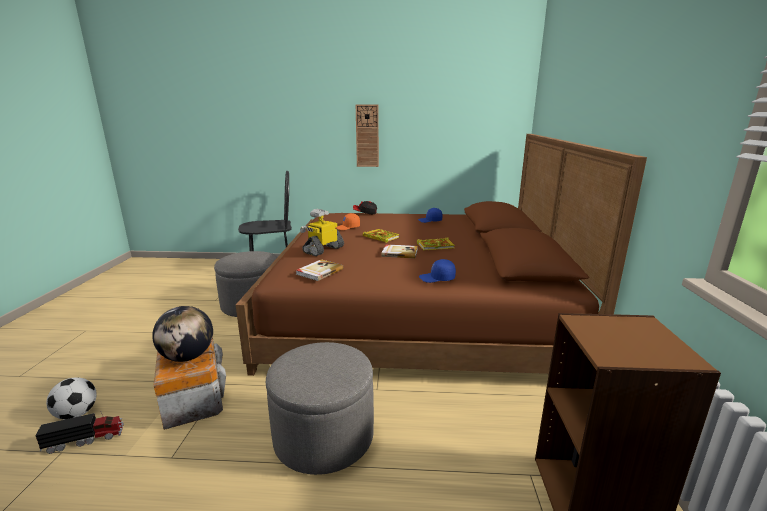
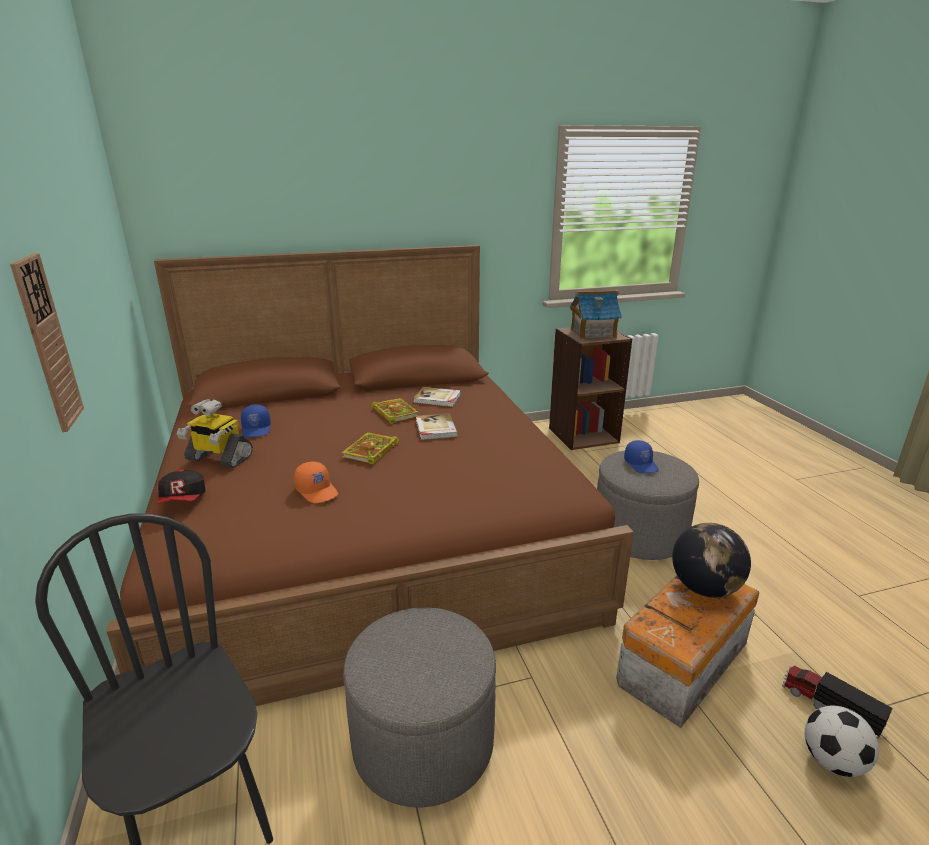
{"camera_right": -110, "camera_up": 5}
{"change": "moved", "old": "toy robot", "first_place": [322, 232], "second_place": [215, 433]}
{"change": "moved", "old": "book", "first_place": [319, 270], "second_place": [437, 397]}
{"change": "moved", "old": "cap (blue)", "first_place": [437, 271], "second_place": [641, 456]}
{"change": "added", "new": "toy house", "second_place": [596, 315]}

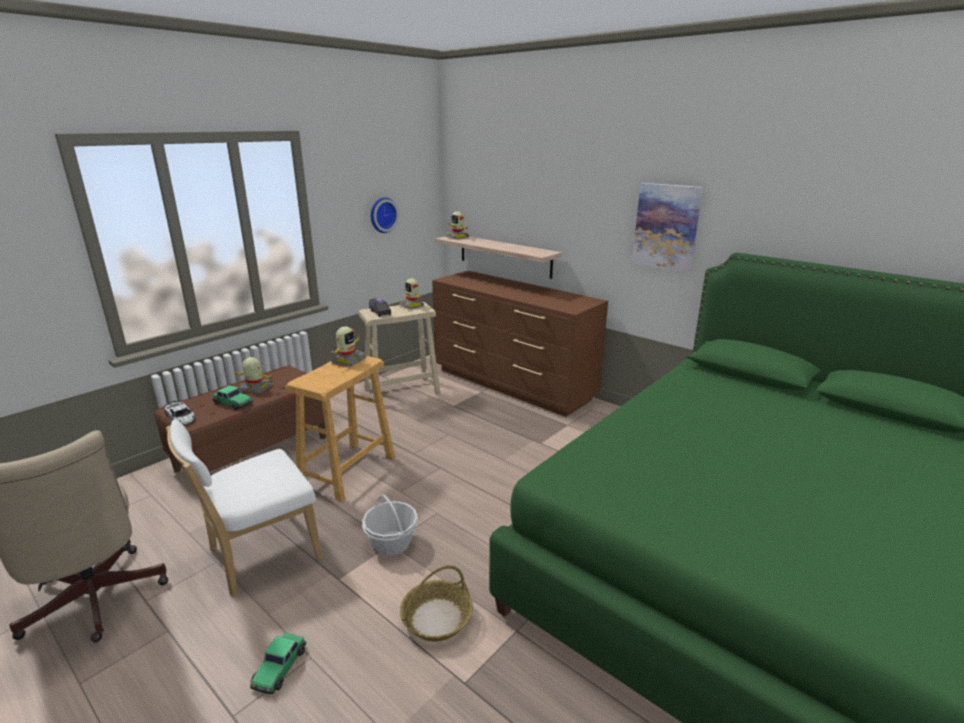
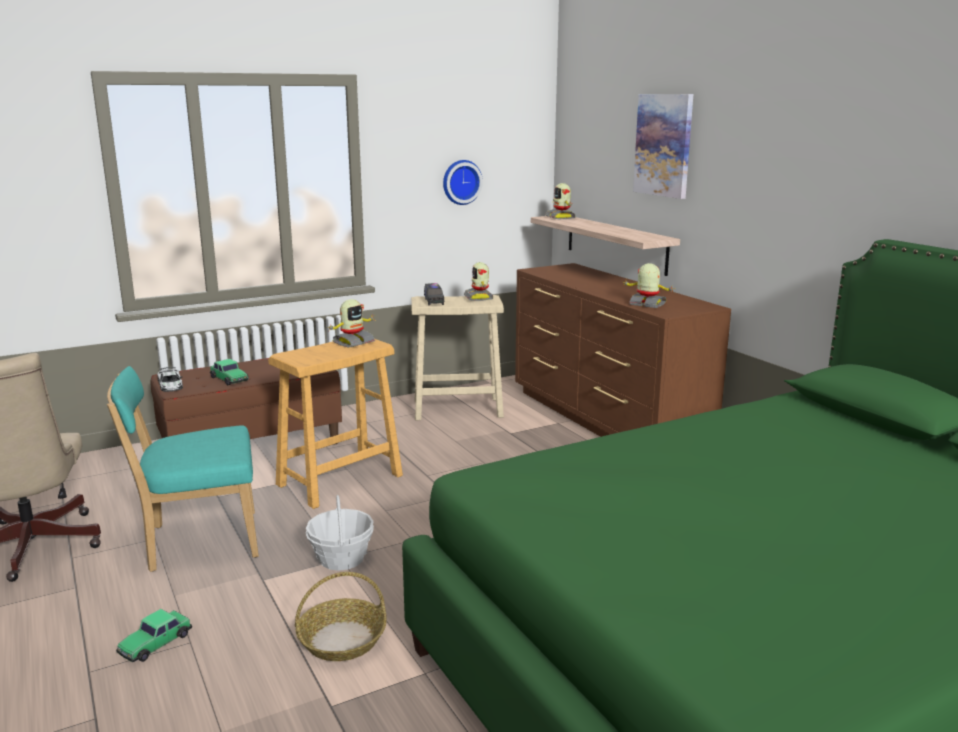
{"camera_right": 20, "camera_up": -5}
{"change": "moved", "old": "picture", "first_place": [667, 228], "second_place": [663, 146]}
{"change": "moved", "old": "toy robot", "first_place": [253, 375], "second_place": [649, 285]}
{"change": "recoloured", "old": "chair (white)", "new": "chair (turquoise)", "first_place": [244, 507], "second_place": [183, 469]}

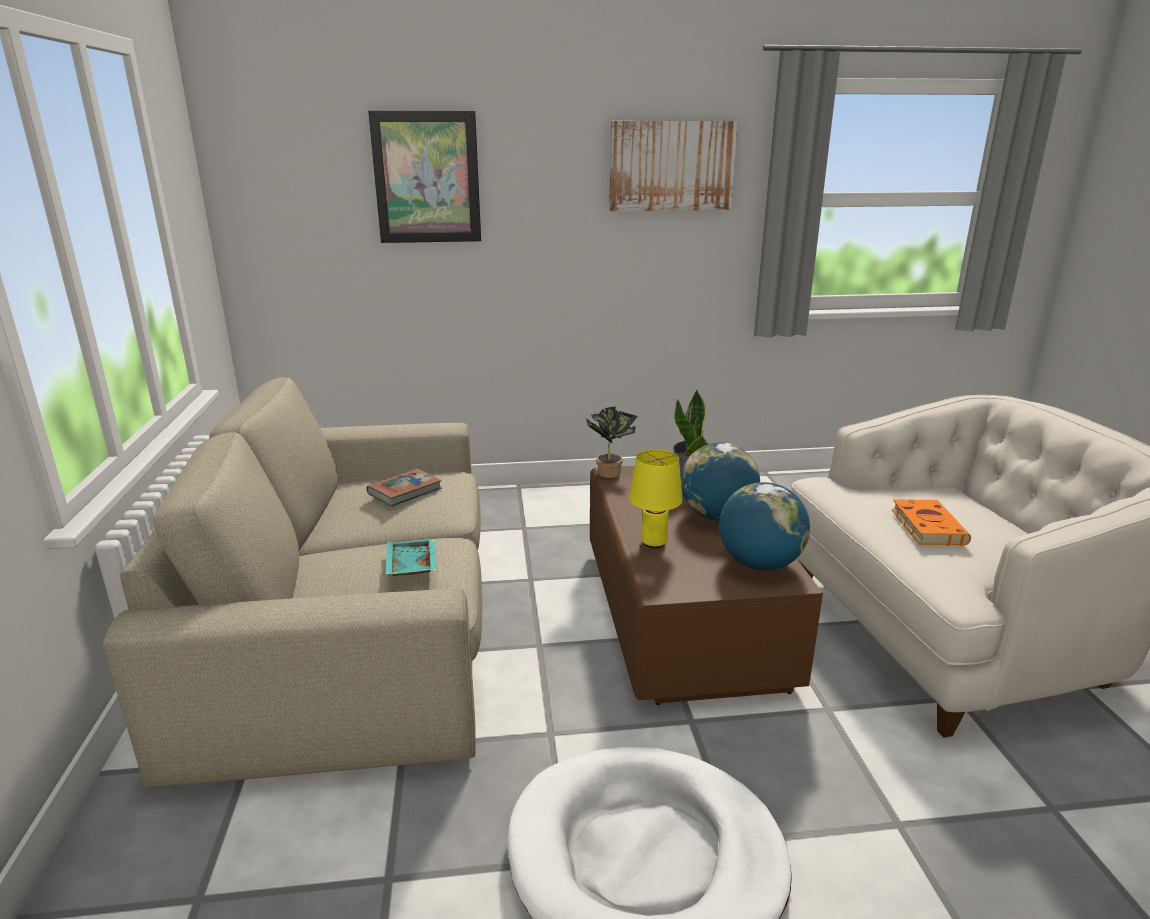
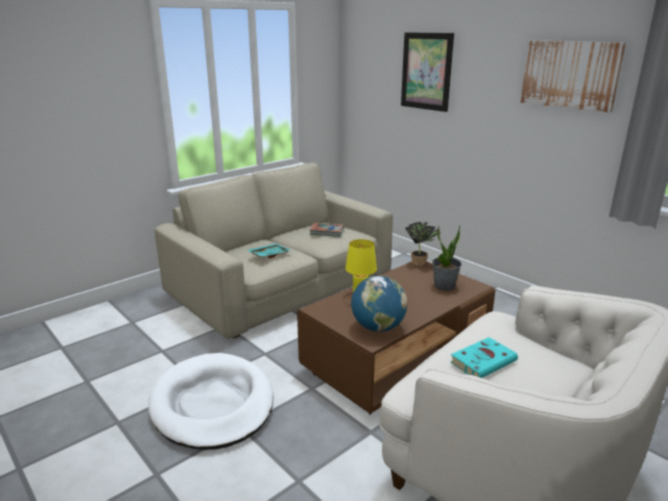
{"camera_right": 55, "camera_up": 0}
{"change": "removed", "old": "globe", "first_place": [720, 481]}
{"change": "recoloured", "old": "book (orange)", "new": "book (turquoise)", "first_place": [931, 522], "second_place": [484, 357]}

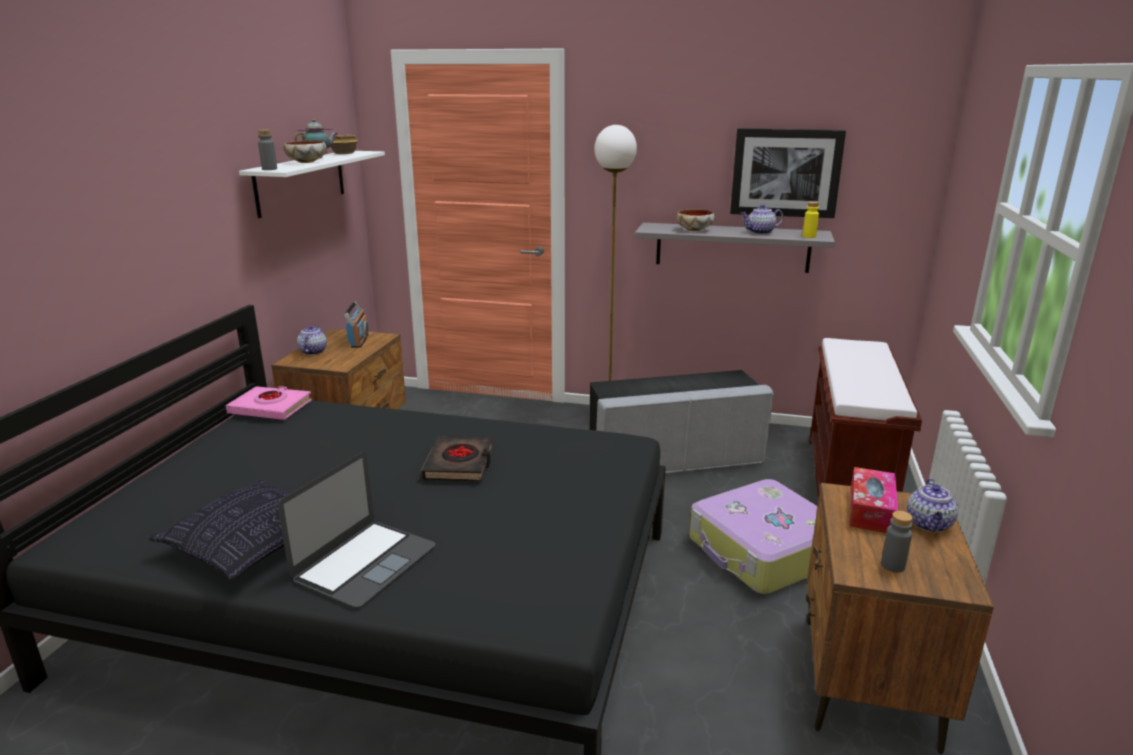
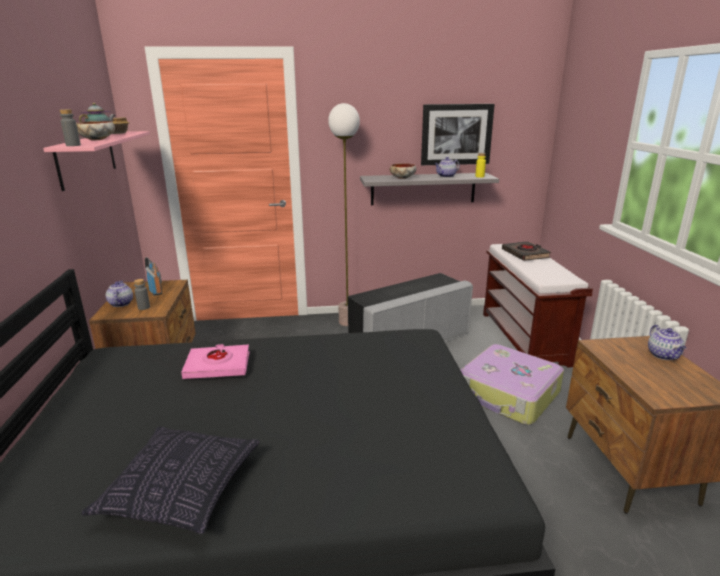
{"camera_right": -20, "camera_up": 0}
{"change": "recoloured", "old": "shelf (white)", "new": "shelf (pink)", "first_place": [312, 184], "second_place": [96, 161]}
{"change": "moved", "old": "book (pink)", "first_place": [269, 403], "second_place": [215, 361]}
{"change": "moved", "old": "book (black)", "first_place": [457, 459], "second_place": [526, 251]}
{"change": "removed", "old": "laptop", "first_place": [357, 530]}
{"change": "removed", "old": "tissue box", "first_place": [874, 500]}
{"change": "moved", "old": "bottle (grey)", "first_place": [897, 542], "second_place": [142, 294]}

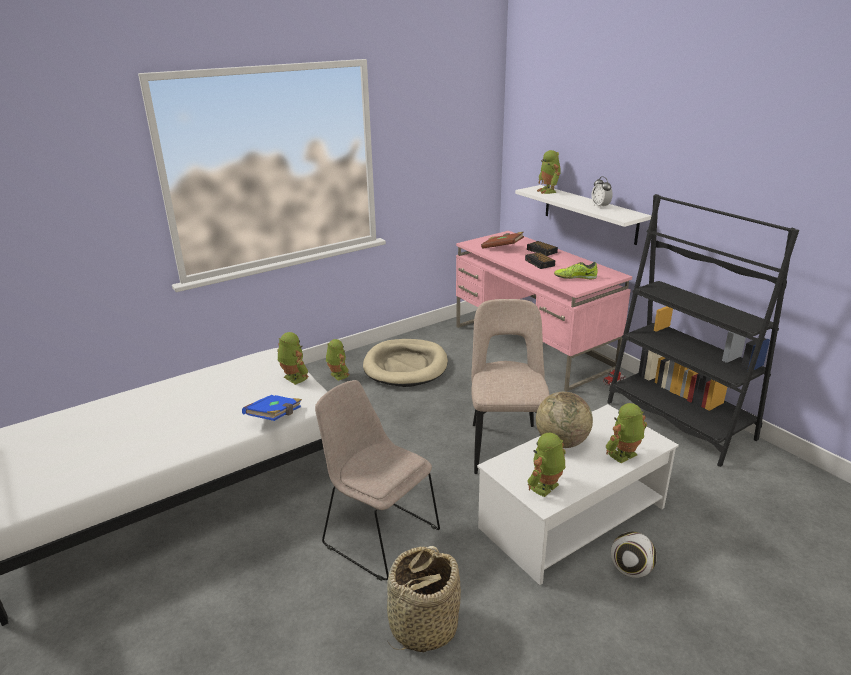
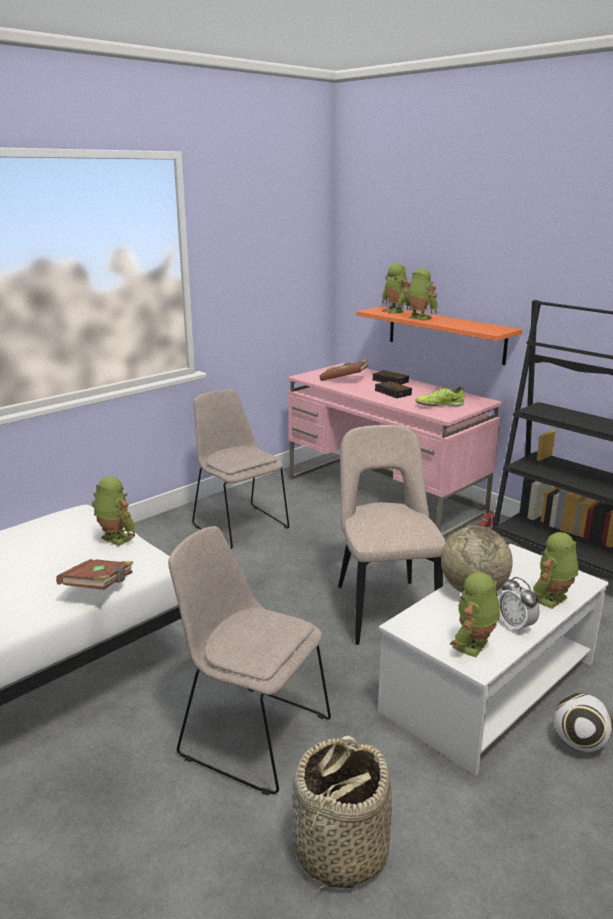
{"camera_right": -10, "camera_up": -5}
{"change": "moved", "old": "alarm clock", "first_place": [602, 192], "second_place": [519, 605]}
{"change": "recoloured", "old": "shelf (white)", "new": "shelf (orange)", "first_place": [583, 215], "second_place": [439, 335]}
{"change": "moved", "old": "toy robot", "first_place": [337, 360], "second_place": [420, 294]}
{"change": "replaced", "old": "dog bed (beige)", "new": "chair (beige)", "first_place": [405, 363], "second_place": [240, 469]}
{"change": "recoloured", "old": "book (blue)", "new": "book (brown)", "first_place": [272, 408], "second_place": [95, 574]}

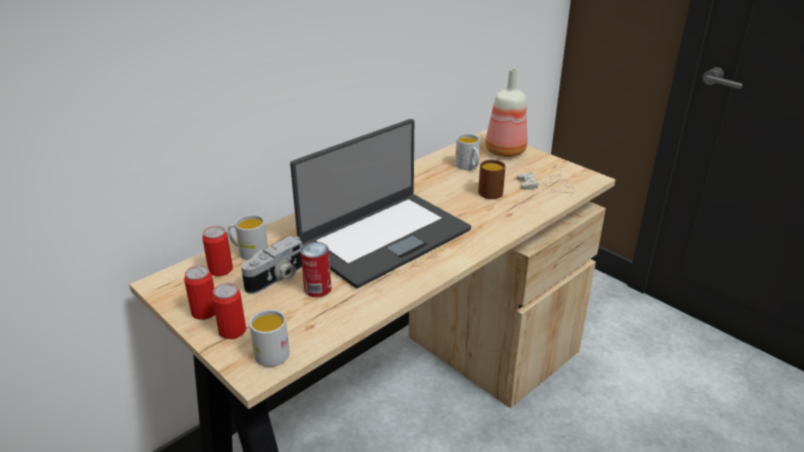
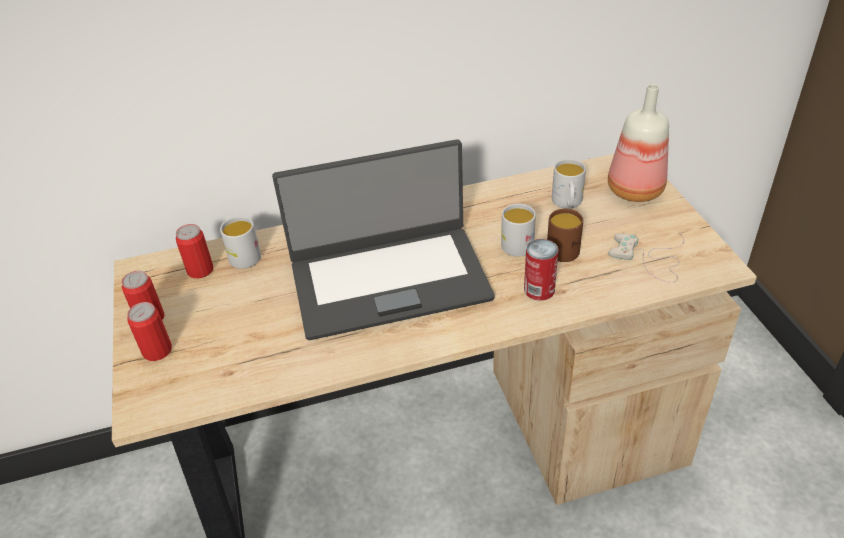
{"camera_right": 30, "camera_up": 10}
{"change": "removed", "old": "photo camera", "first_place": [272, 265]}
{"change": "moved", "old": "can", "first_place": [315, 269], "second_place": [541, 270]}
{"change": "moved", "old": "mug (white)", "first_place": [269, 338], "second_place": [518, 230]}

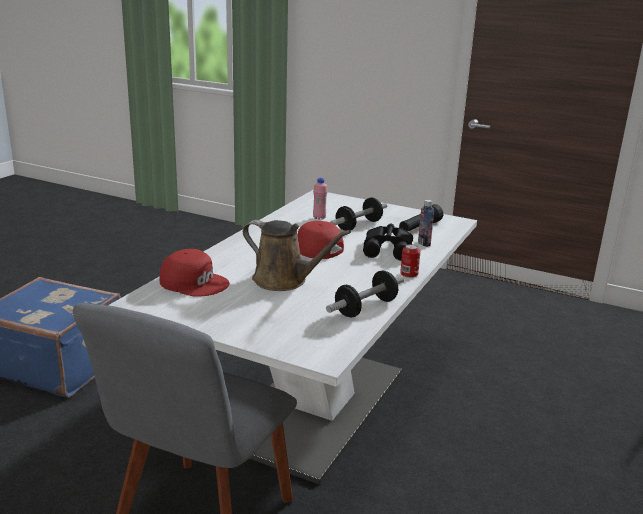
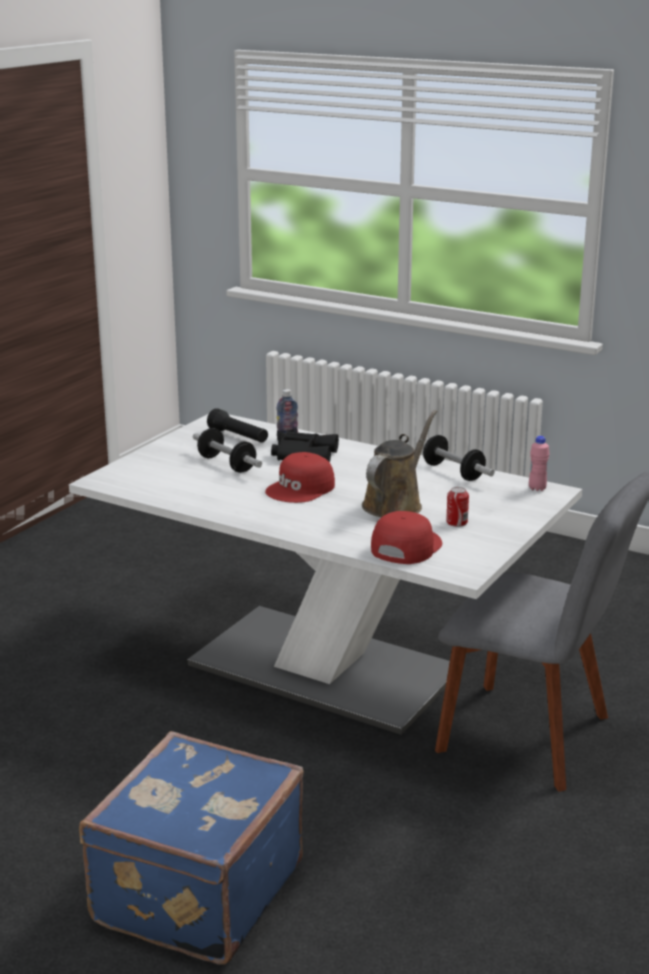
{"camera_right": -85, "camera_up": 0}
{"change": "moved", "old": "bottle (pink)", "first_place": [320, 199], "second_place": [539, 463]}
{"change": "moved", "old": "can", "first_place": [410, 261], "second_place": [457, 507]}

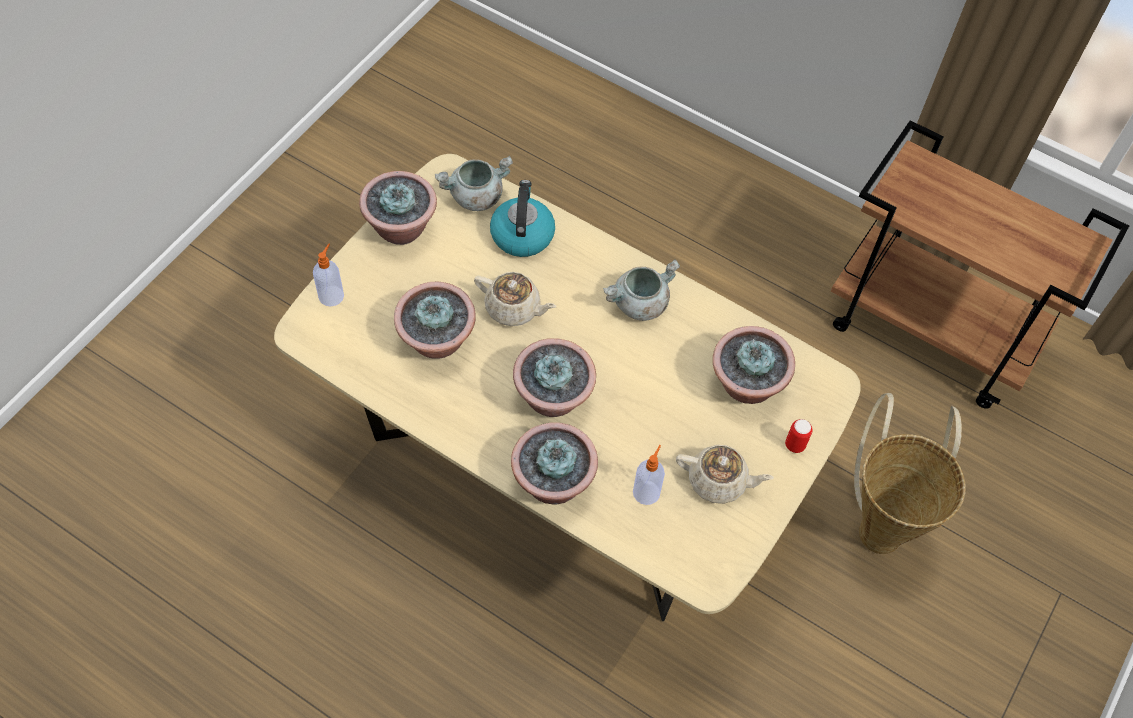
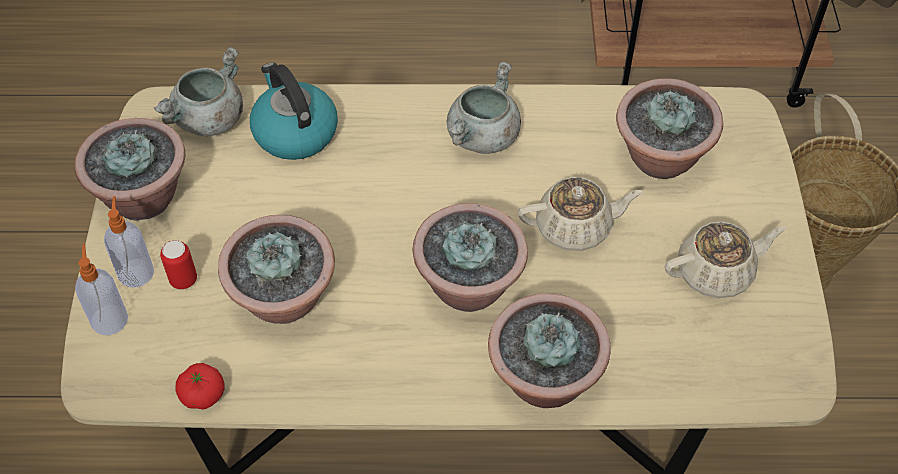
{"camera_right": -30, "camera_up": -5}
{"change": "moved", "old": "teapot (beige)", "first_place": [515, 299], "second_place": [580, 214]}
{"change": "moved", "old": "can", "first_place": [799, 436], "second_place": [178, 264]}
{"change": "moved", "old": "soap dispenser", "first_place": [649, 475], "second_place": [129, 242]}
{"change": "added", "new": "tomato", "second_place": [199, 386]}

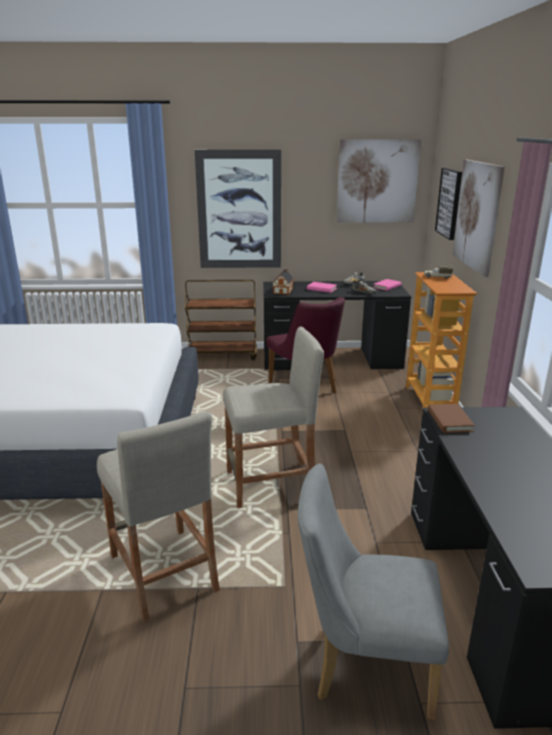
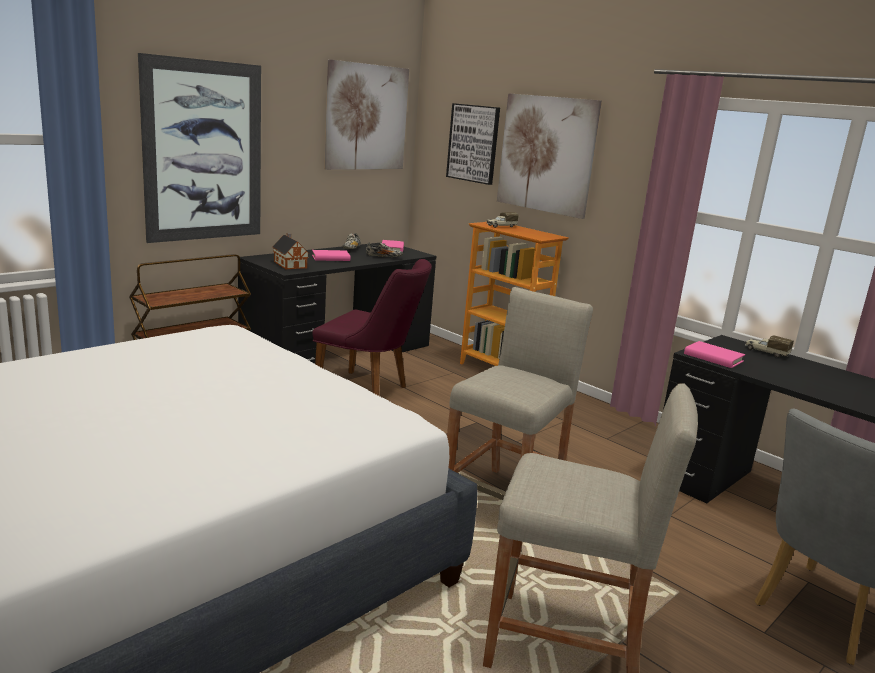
{"camera_right": -45, "camera_up": -5}
{"change": "recoloured", "old": "book (brown)", "new": "book (pink)", "first_place": [451, 418], "second_place": [714, 354]}
{"change": "added", "new": "toy truck", "second_place": [769, 346]}

